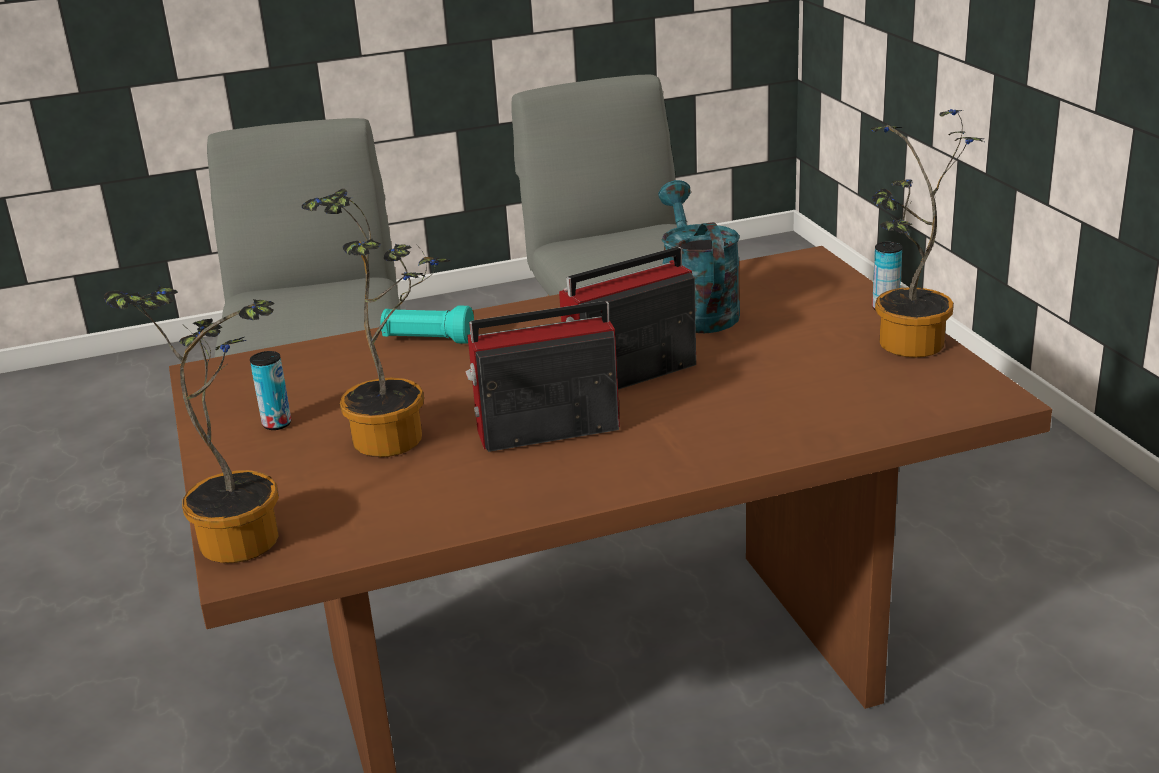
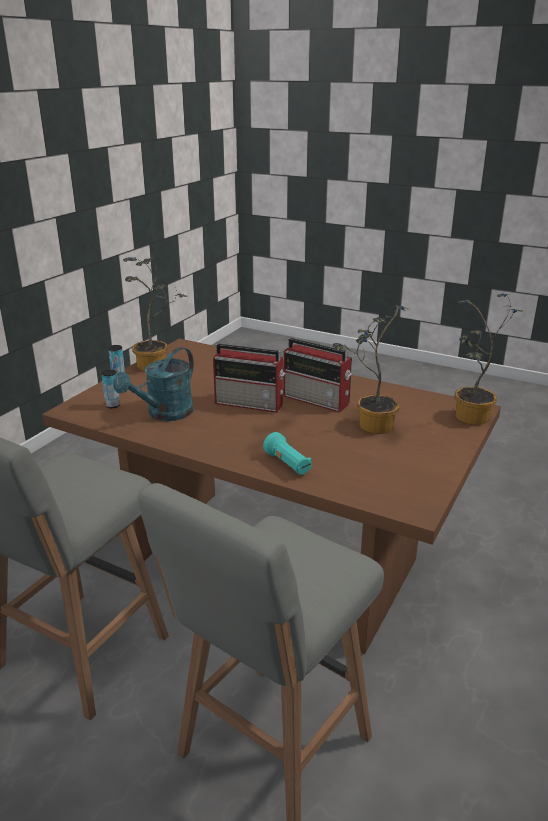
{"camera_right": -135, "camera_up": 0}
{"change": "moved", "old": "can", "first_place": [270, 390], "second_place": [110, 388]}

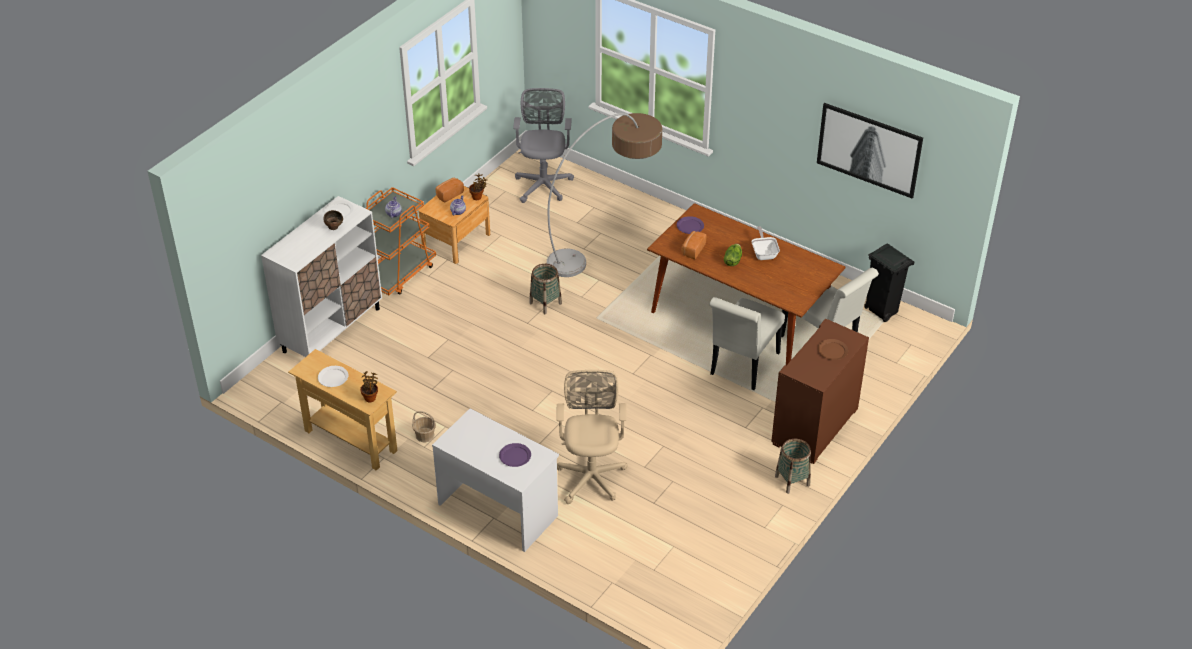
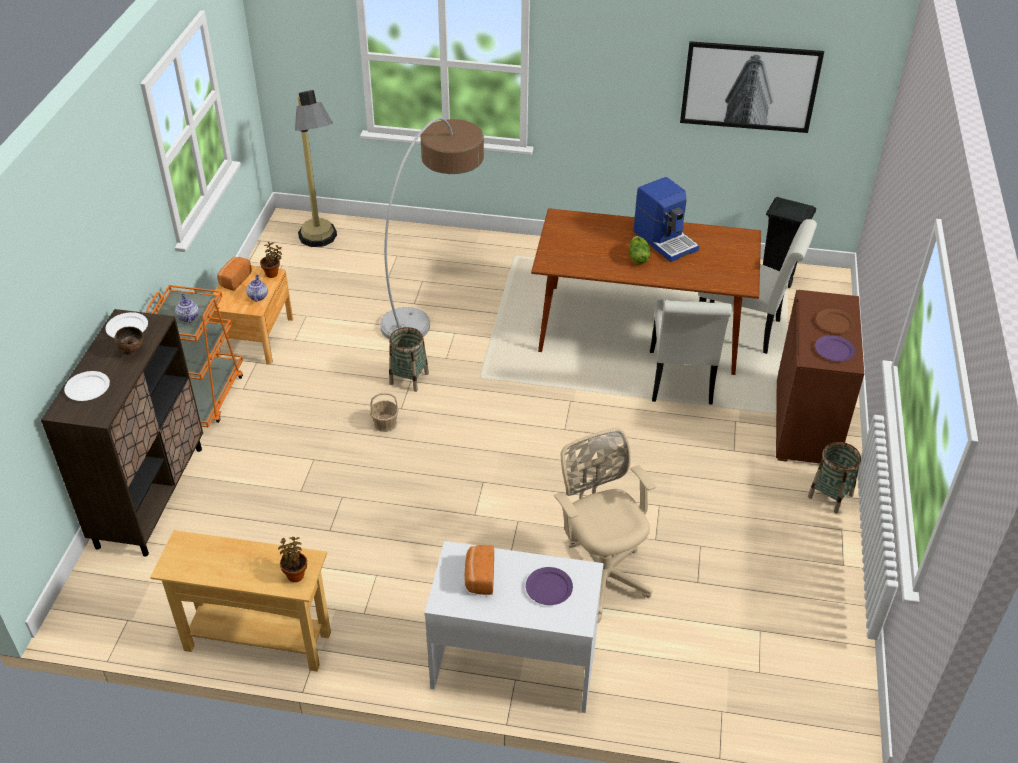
{"camera_right": -25, "camera_up": 0}
{"change": "replaced", "old": "office chair (grey)", "new": "floor lamp", "first_place": [543, 145], "second_place": [316, 168]}
{"change": "recoloured", "old": "cabinet (white)", "new": "cabinet (brown)", "first_place": [321, 276], "second_place": [122, 432]}
{"change": "moved", "old": "plate (purple)", "first_place": [690, 225], "second_place": [835, 348]}
{"change": "replaced", "old": "frying pan", "new": "coffee machine", "first_place": [765, 243], "second_place": [666, 219]}
{"change": "moved", "old": "bread", "first_place": [693, 245], "second_place": [479, 570]}
{"change": "moved", "old": "plate (white)", "first_place": [333, 376], "second_place": [87, 386]}
{"change": "moved", "old": "basket", "first_place": [424, 426], "second_place": [384, 412]}

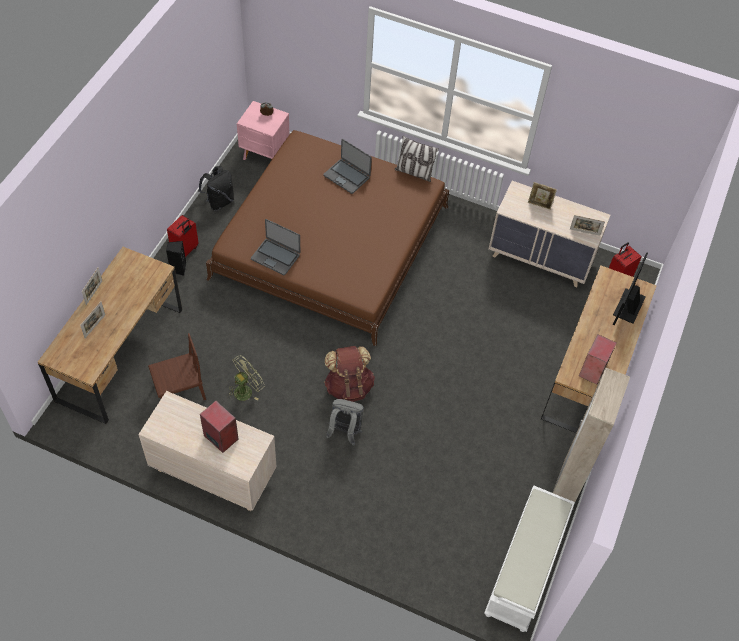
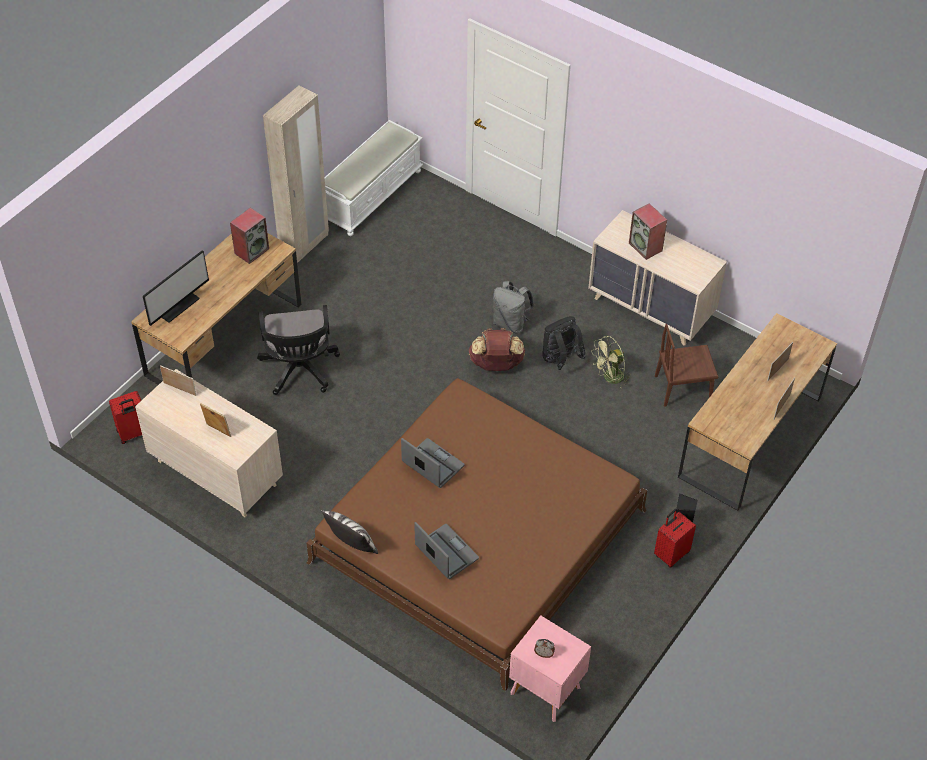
{"camera_right": -165, "camera_up": -5}
{"change": "moved", "old": "backpack (black)", "first_place": [216, 188], "second_place": [564, 343]}
{"change": "moved", "old": "laptop", "first_place": [275, 247], "second_place": [432, 463]}
{"change": "added", "new": "office chair (black)", "second_place": [298, 350]}

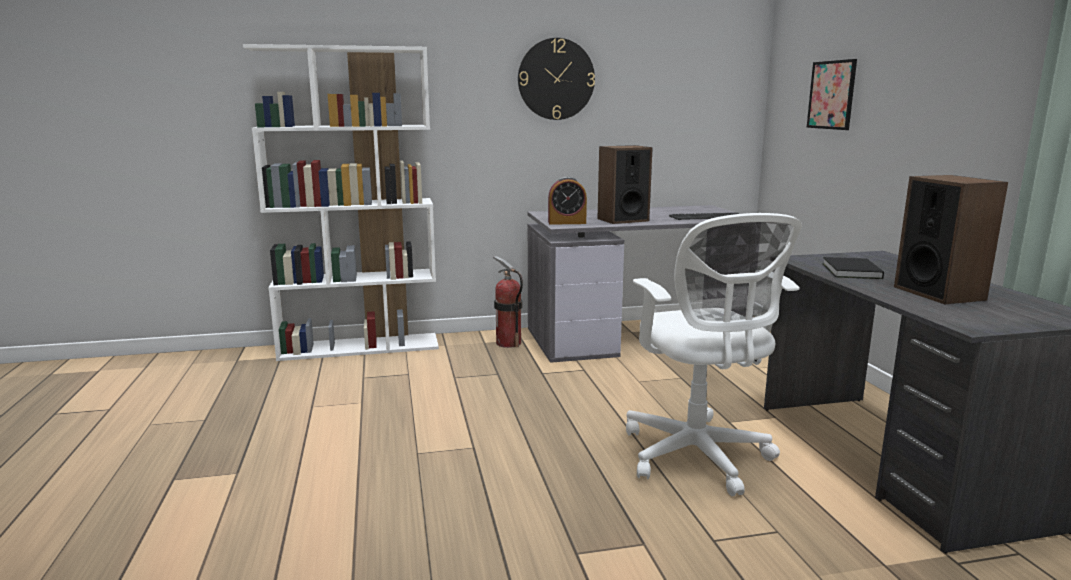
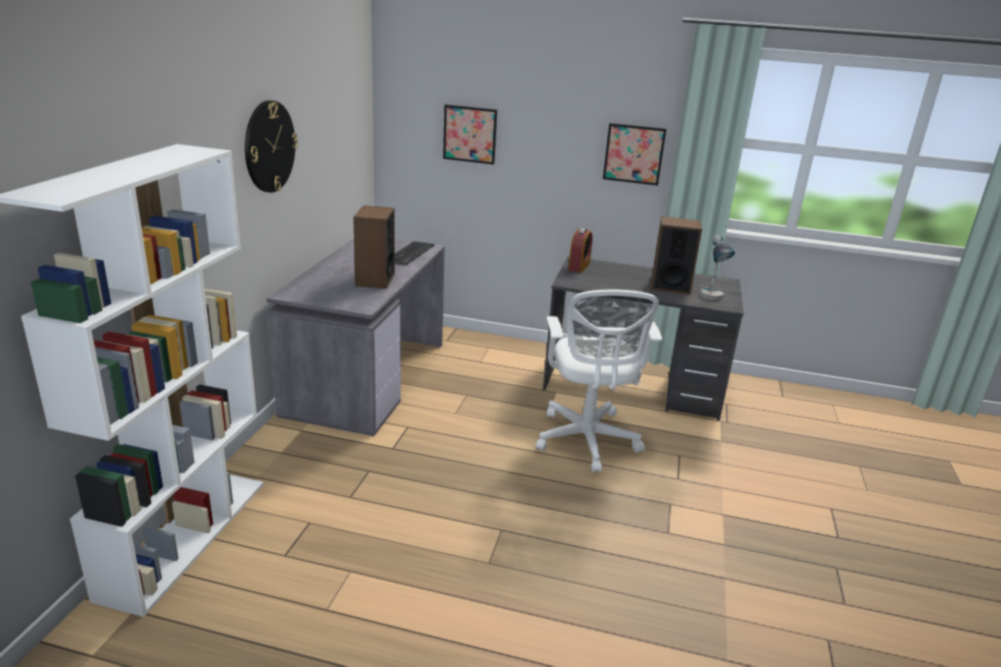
{"camera_right": -65, "camera_up": 10}
{"change": "moved", "old": "alarm clock", "first_place": [567, 200], "second_place": [580, 250]}
{"change": "turned", "old": "office chair (white)", "first_place": [714, 354], "second_place": [599, 381], "degrees": 75}
{"change": "removed", "old": "fire extinguisher", "first_place": [508, 302]}
{"change": "removed", "old": "book (black)", "first_place": [853, 268]}
{"change": "added", "new": "picture", "second_place": [634, 154]}
{"change": "added", "new": "table lamp", "second_place": [717, 267]}

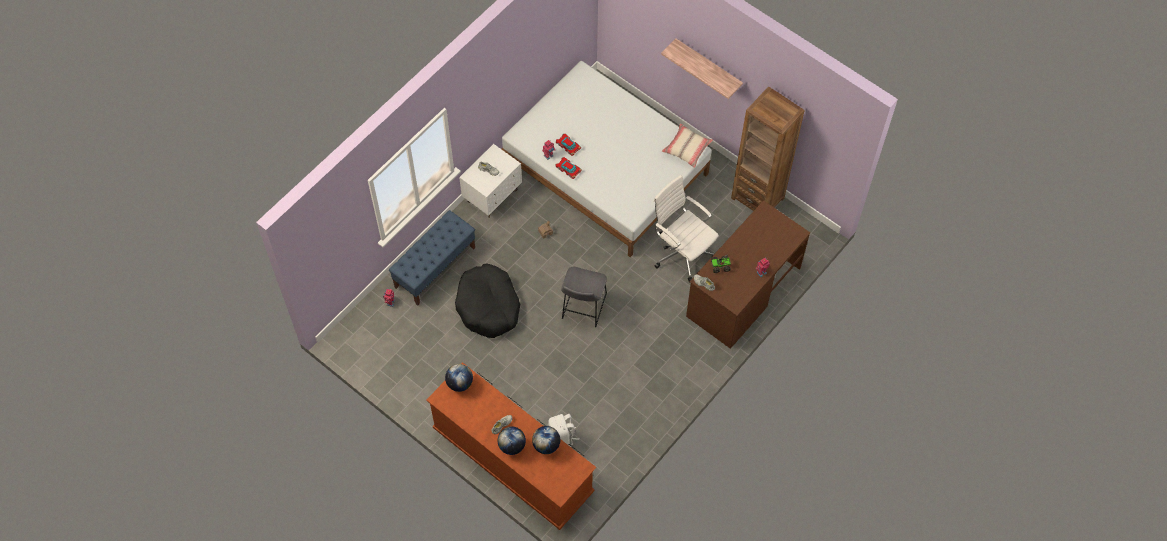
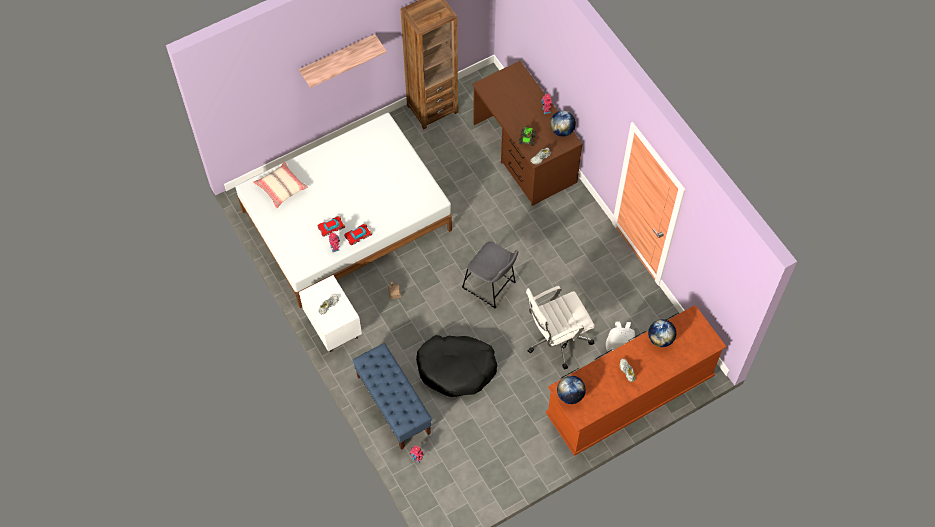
{"camera_right": -70, "camera_up": 0}
{"change": "moved", "old": "pillow (beige)", "first_place": [687, 145], "second_place": [280, 185]}
{"change": "moved", "old": "office chair (white)", "first_place": [686, 228], "second_place": [560, 327]}
{"change": "moved", "old": "globe", "first_place": [512, 441], "second_place": [563, 124]}

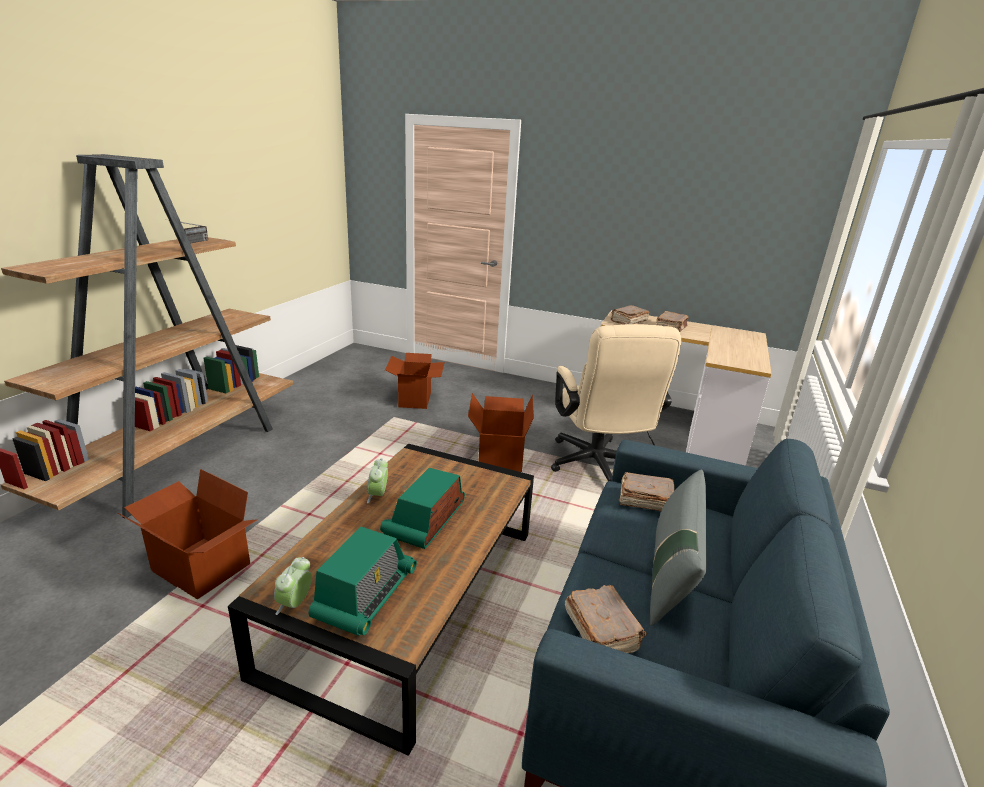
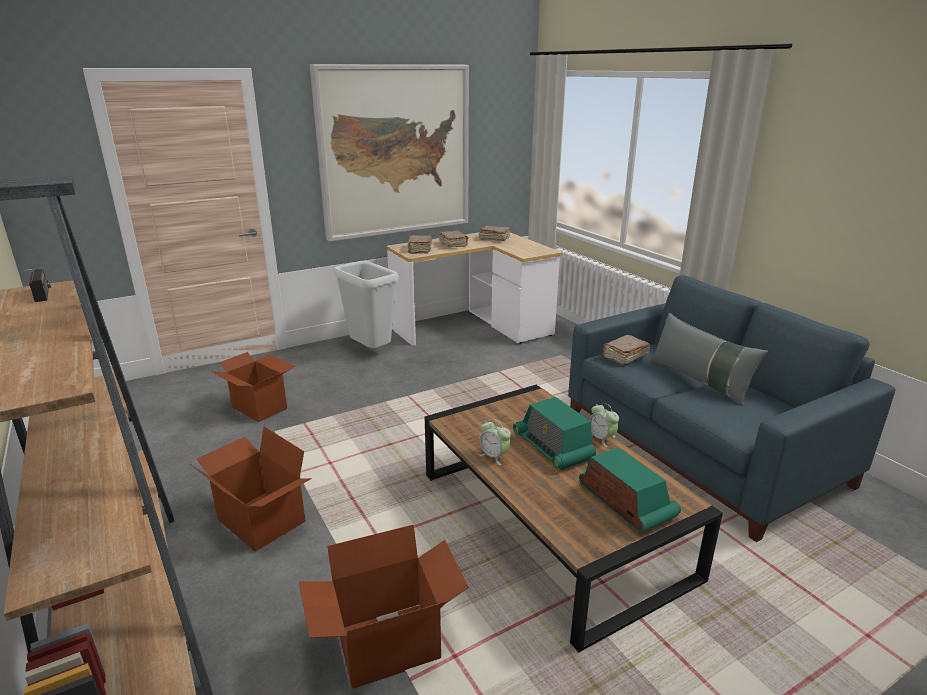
{"camera_right": -50, "camera_up": 0}
{"change": "removed", "old": "office chair (beige)", "first_place": [616, 402]}
{"change": "moved", "old": "cardboard box", "first_place": [501, 432], "second_place": [251, 489]}
{"change": "moved", "old": "alarm clock", "first_place": [293, 586], "second_place": [604, 425]}
{"change": "moved", "old": "book (brown)", "first_place": [606, 619], "second_place": [495, 233]}
{"change": "added", "new": "picture", "second_place": [389, 153]}
{"change": "added", "new": "trash can (grey)", "second_place": [366, 304]}

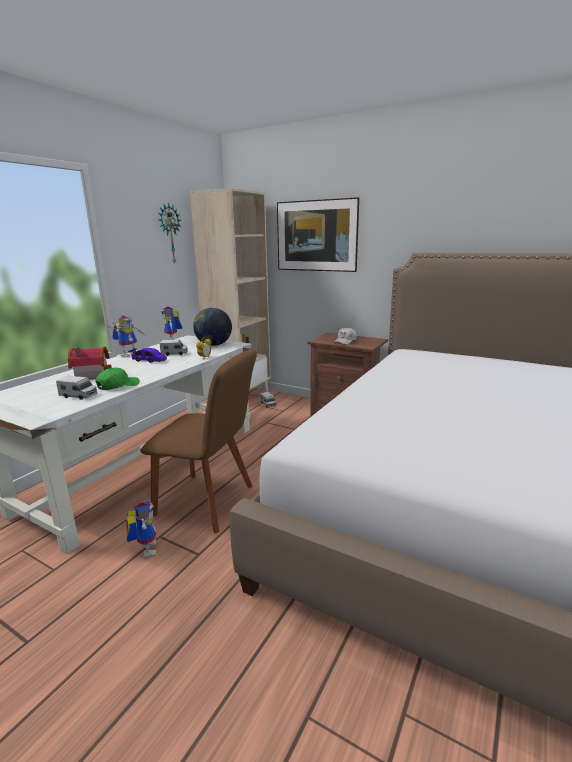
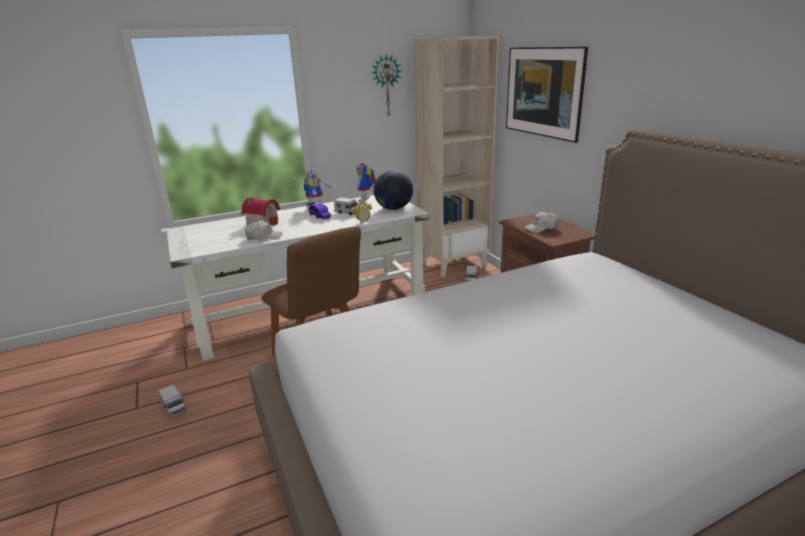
{"camera_right": 35, "camera_up": 5}
{"change": "recoloured", "old": "cap (green)", "new": "cap (white)", "first_place": [118, 379], "second_place": [263, 230]}
{"change": "moved", "old": "toy truck", "first_place": [76, 388], "second_place": [172, 401]}
{"change": "removed", "old": "toy robot", "first_place": [141, 529]}

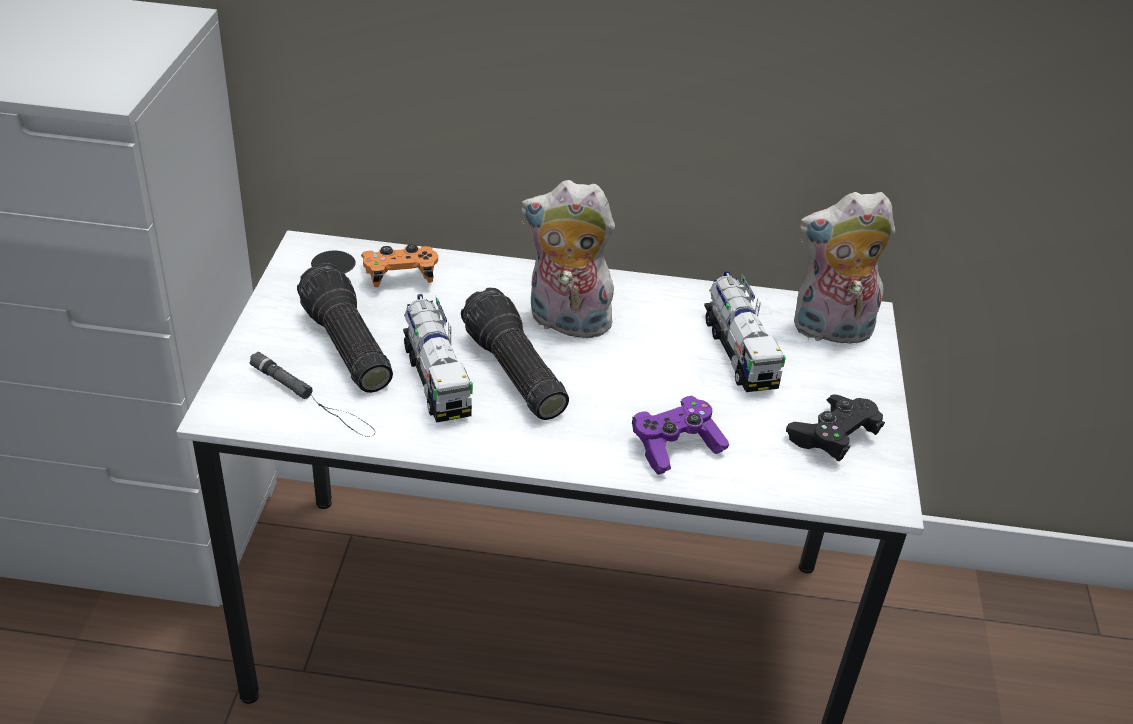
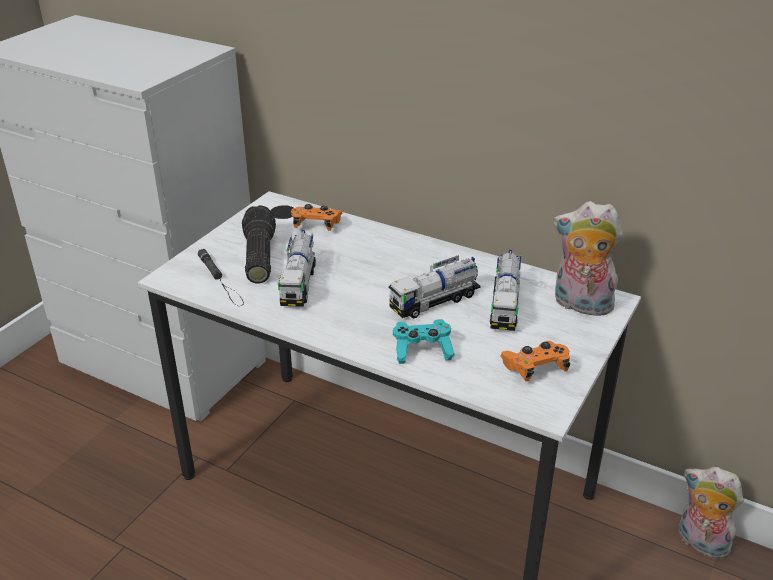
{"camera_right": 25, "camera_up": -5}
{"change": "moved", "old": "plush toy", "first_place": [568, 261], "second_place": [711, 513]}
{"change": "removed", "old": "flashlight", "first_place": [515, 354]}
{"change": "recoloured", "old": "game controller (black)", "new": "game controller (orange)", "first_place": [835, 427], "second_place": [535, 361]}
{"change": "recoloured", "old": "game controller (purple)", "new": "game controller (turquoise)", "first_place": [680, 435], "second_place": [424, 341]}
{"change": "added", "new": "toy truck", "second_place": [435, 286]}

